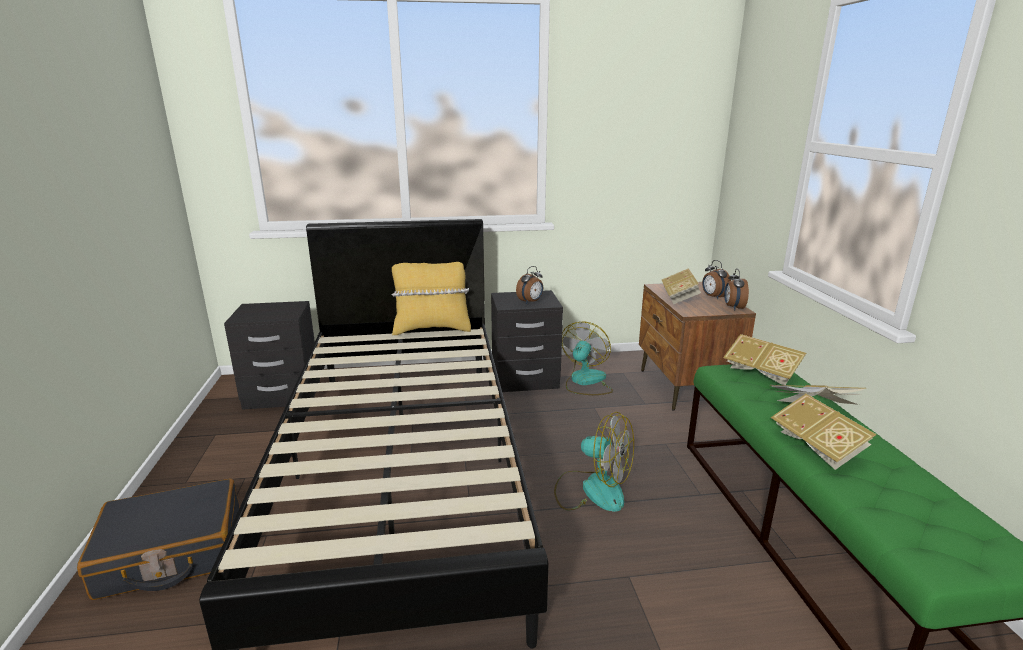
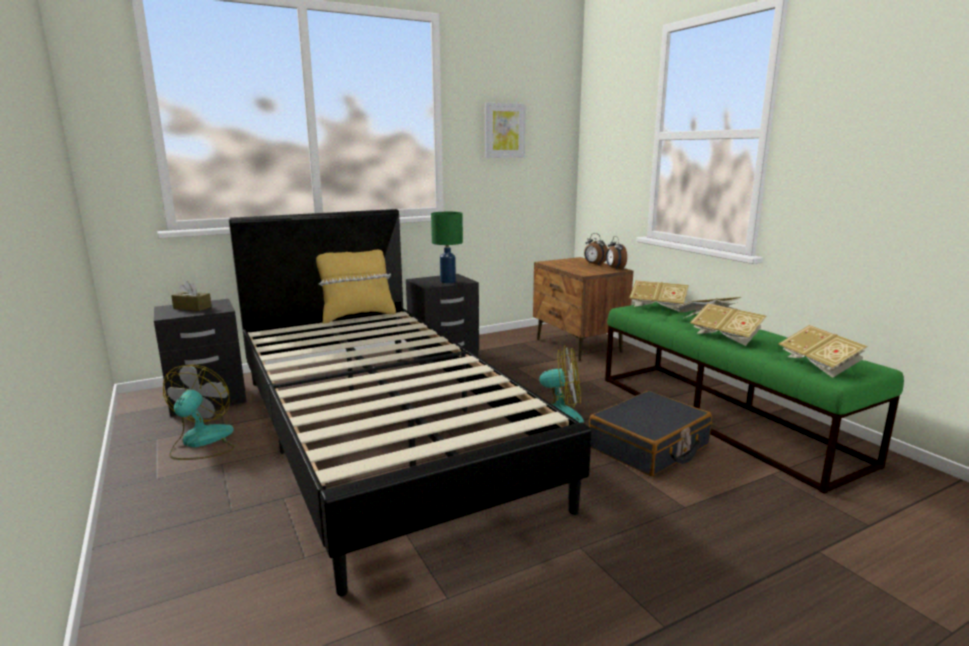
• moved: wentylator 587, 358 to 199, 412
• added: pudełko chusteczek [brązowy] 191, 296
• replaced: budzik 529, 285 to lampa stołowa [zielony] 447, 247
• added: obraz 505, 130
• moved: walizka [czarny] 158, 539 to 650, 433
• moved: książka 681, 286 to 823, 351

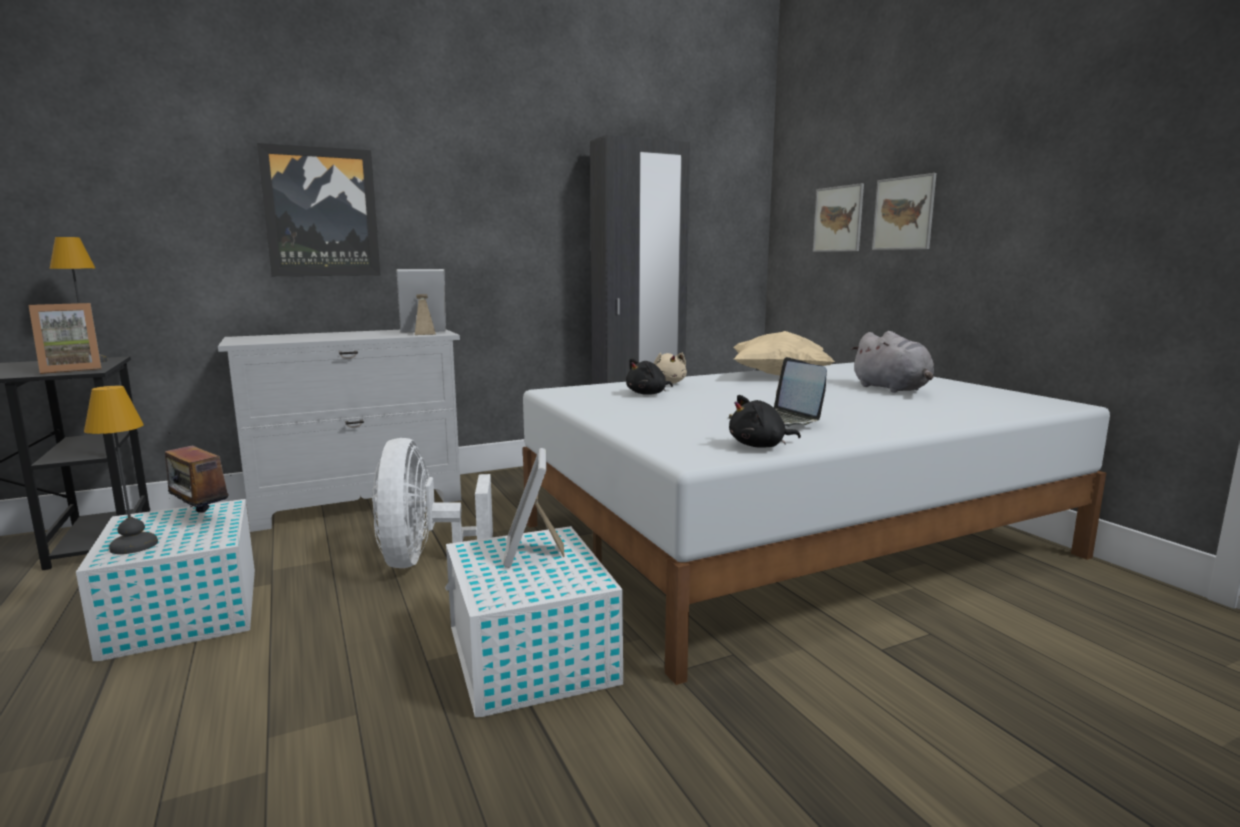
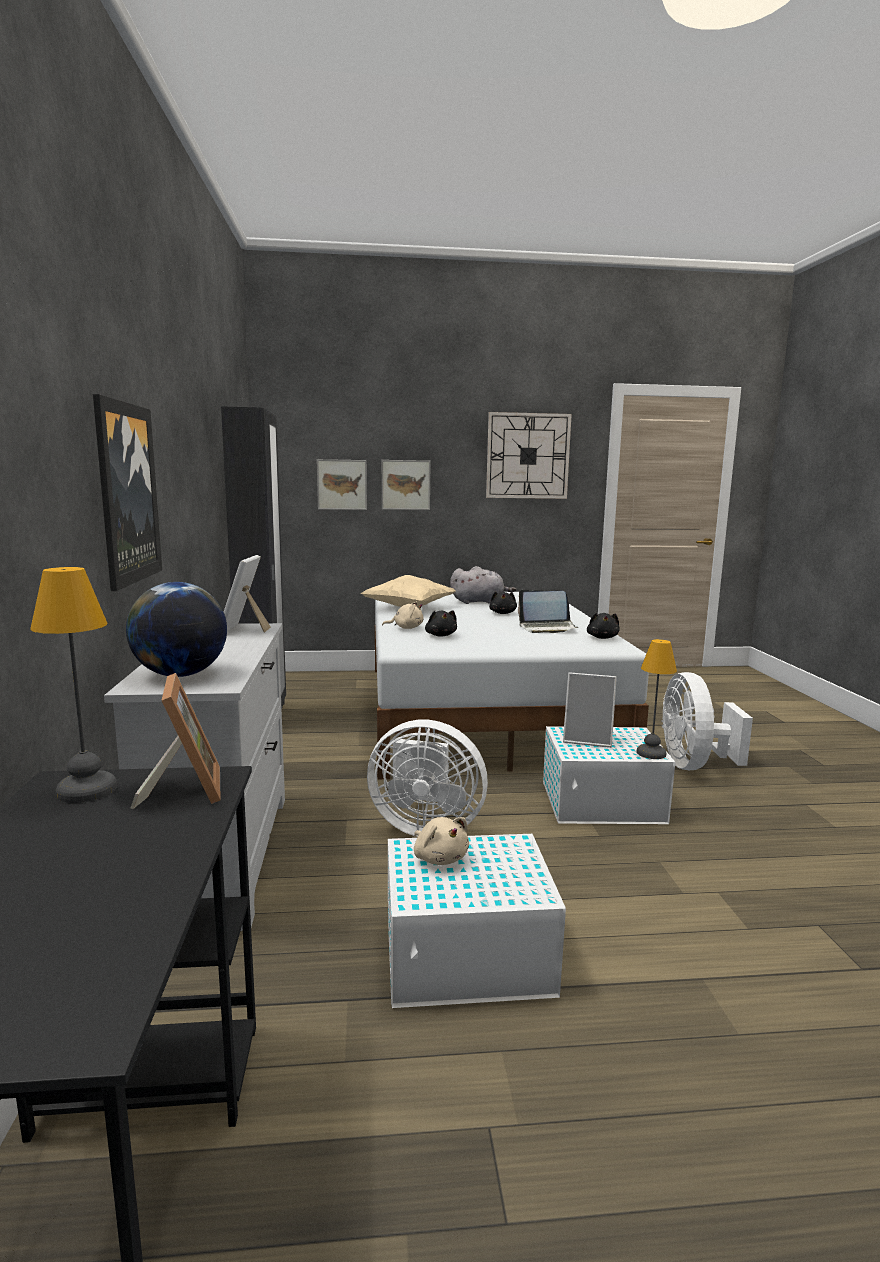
• added: globus 176, 629
• replaced: radio 198, 473 to pluszak [beżowy] 441, 841
• added: zegar ścienny 529, 455
• added: pluszak [czarny] 503, 602
• moved: lampa stołowa 121, 470 to 657, 699
• added: wentylator [biały] 707, 721

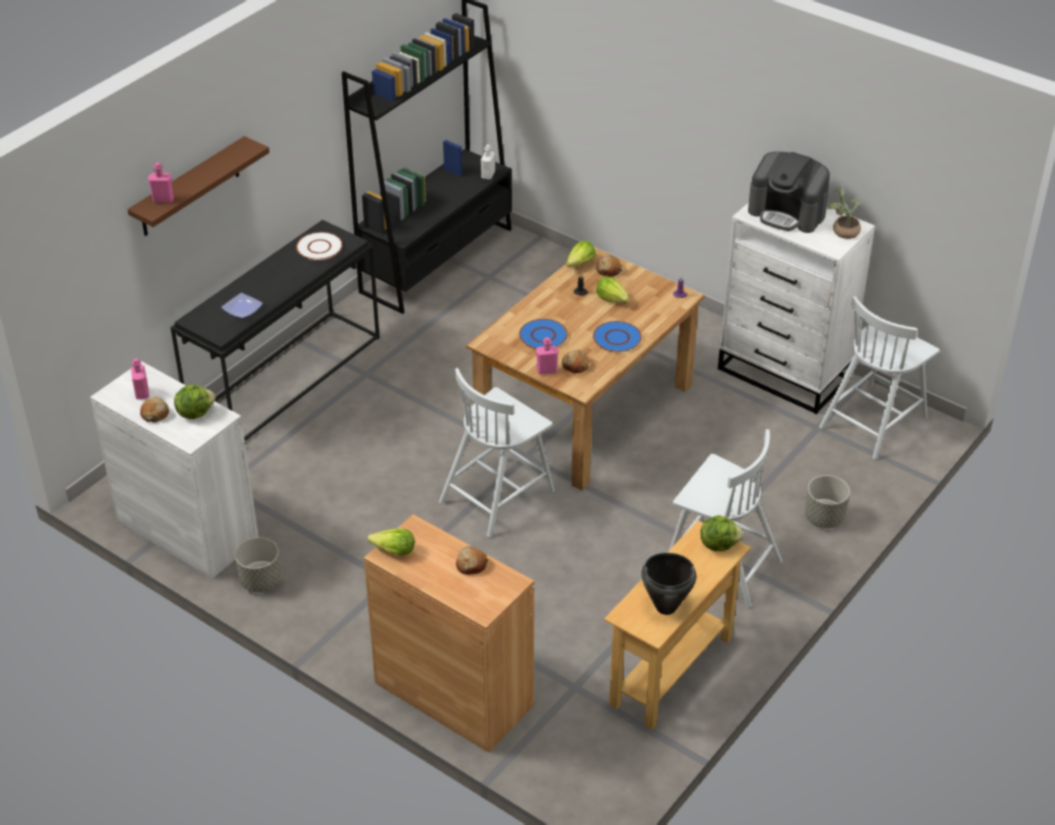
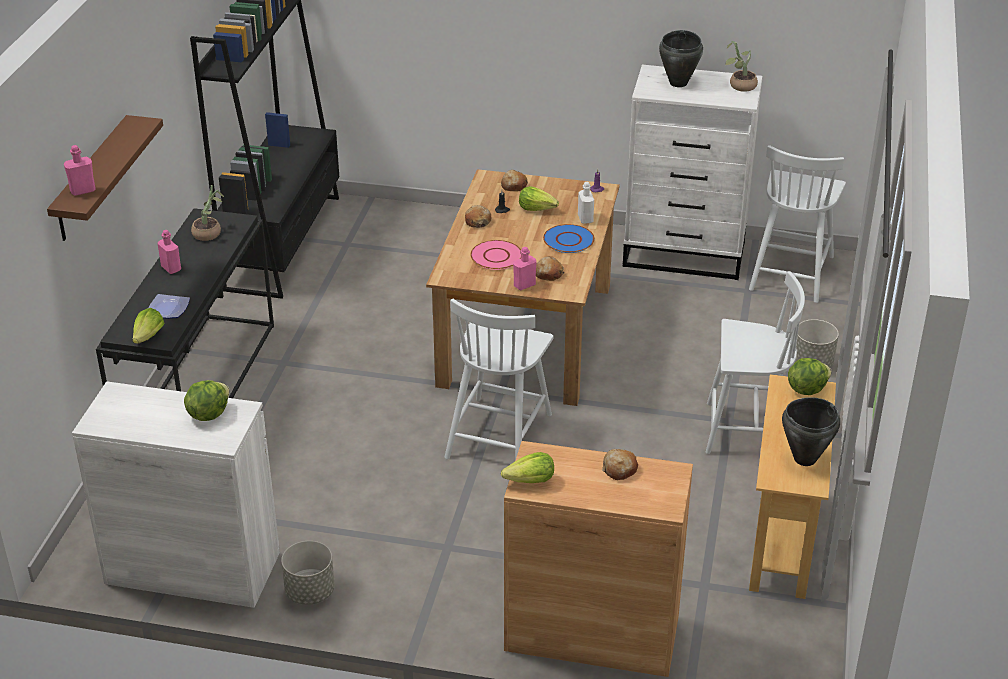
• moved: sałata 581, 254 to 148, 326
• moved: butelka [różowy] 140, 378 to 169, 252
• replaced: talerz [biały] 319, 246 to roślina doniczkowa 207, 213
• moved: chleb 154, 409 to 478, 216
• recoloured: talerz [niebieski] 543, 334 to talerz [różowy] 495, 255
• moved: butelka [biały] 488, 161 to 586, 203
• replaced: ekspres do kawy 789, 192 to garnek [czarny] 681, 58

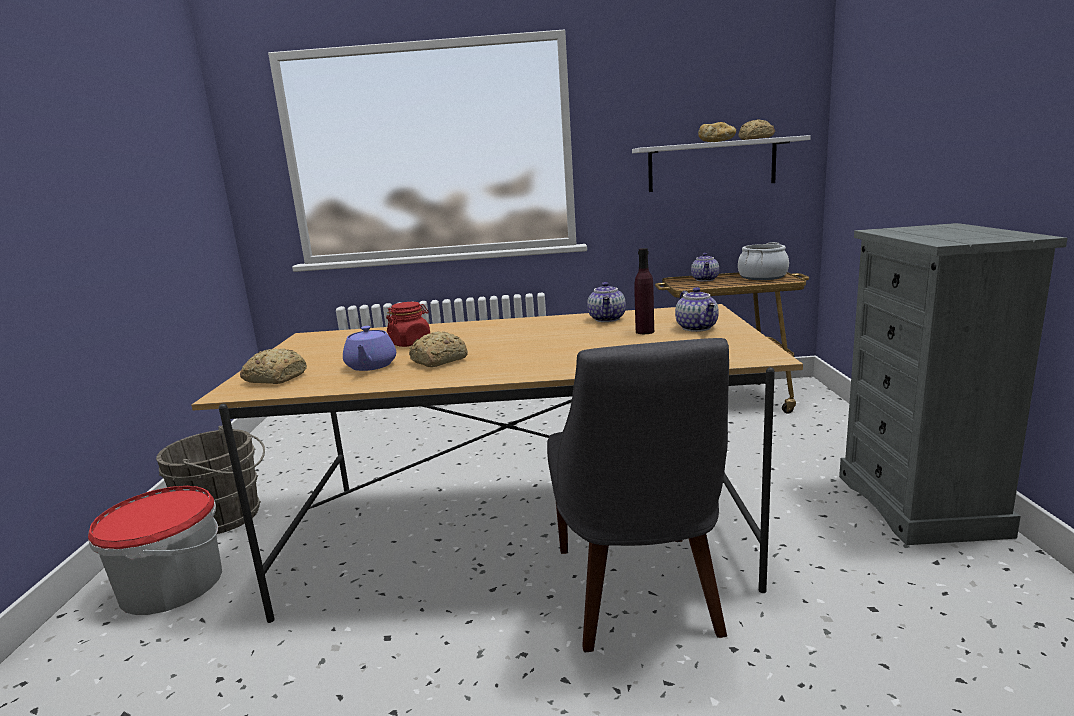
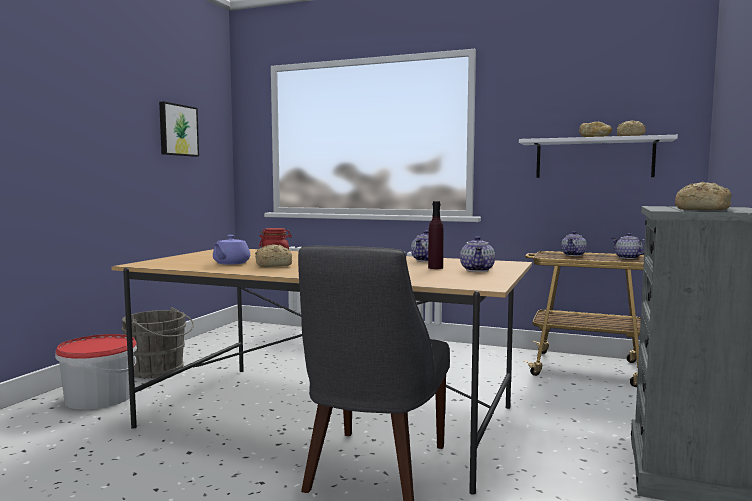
• added: obraz 179, 129
• replaced: garnek 763, 261 to imbryk 628, 246
• moved: chleb 273, 366 to 703, 196

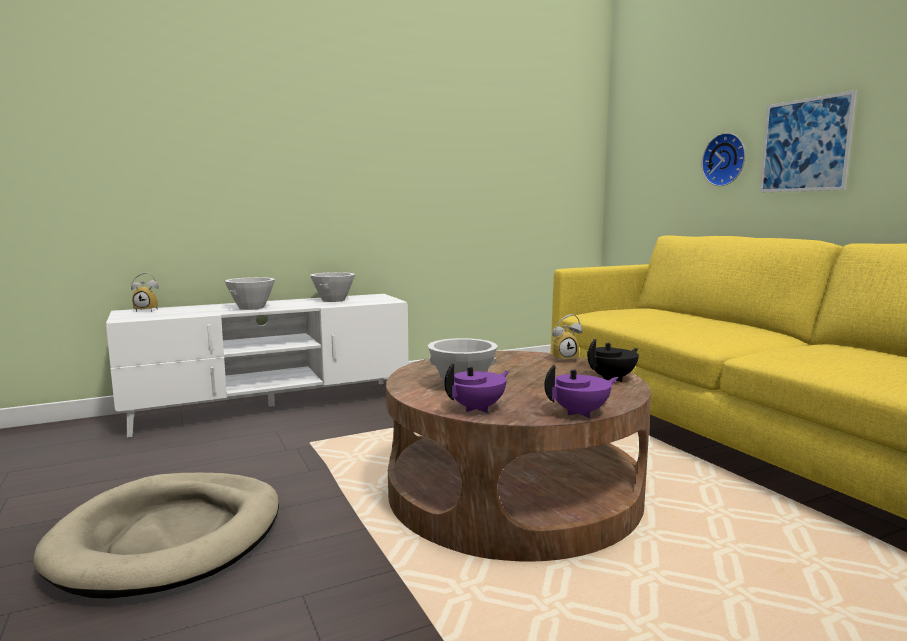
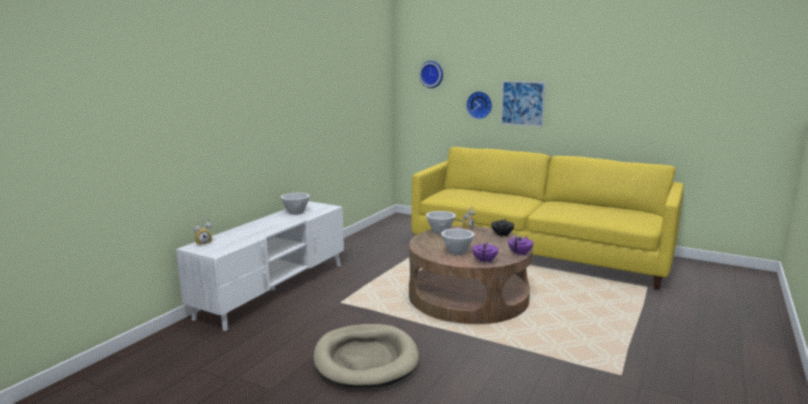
• added: zegar ścienny 431, 74
• moved: miska [biały] 250, 293 to 441, 222

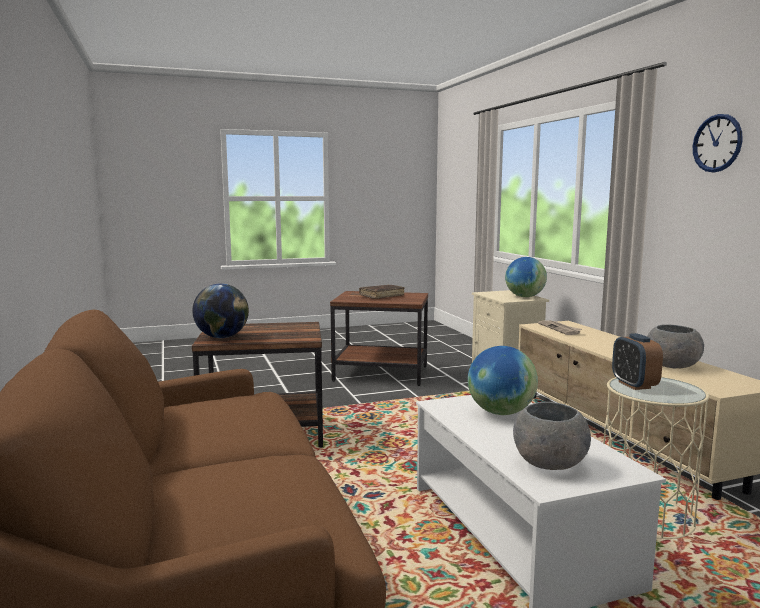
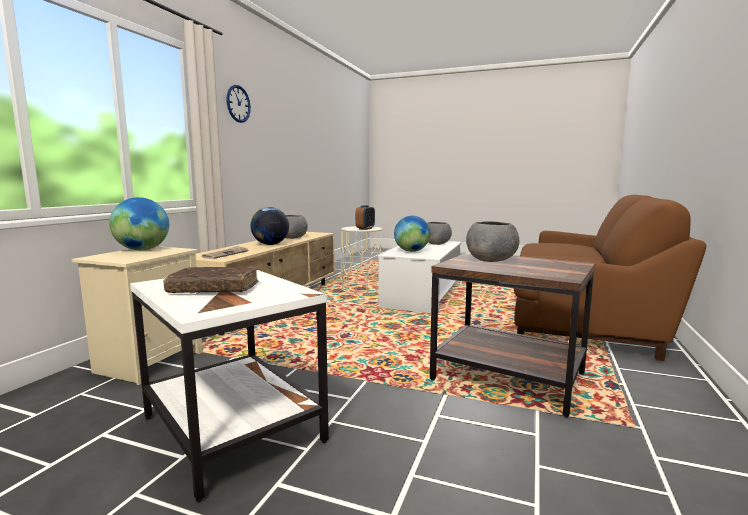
• recoloured: stolik [brązowy] 379, 338 to stolik [biały] 229, 386
• moved: globus 221, 310 to 270, 226
• added: miska [szary] 492, 241

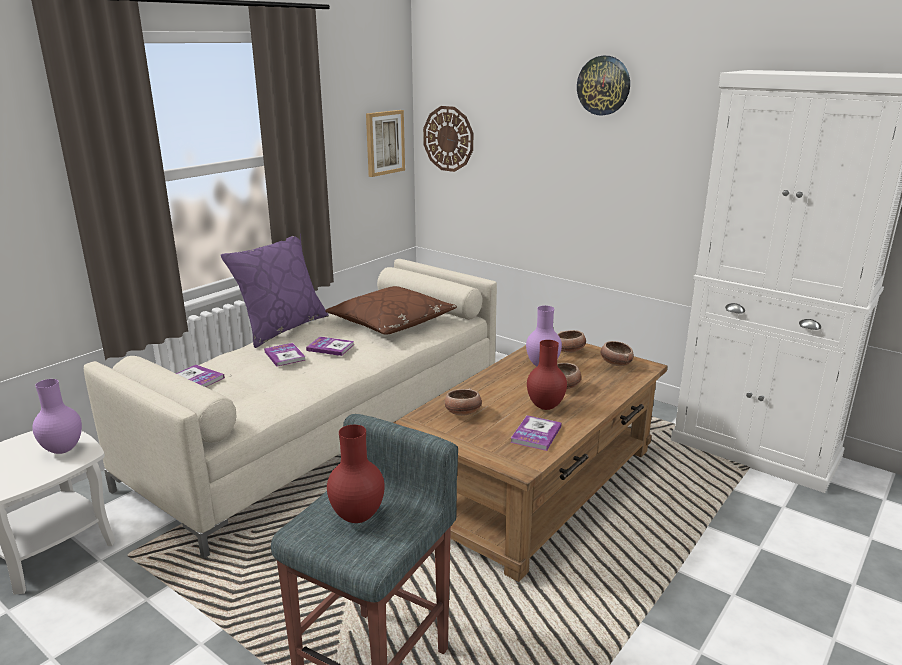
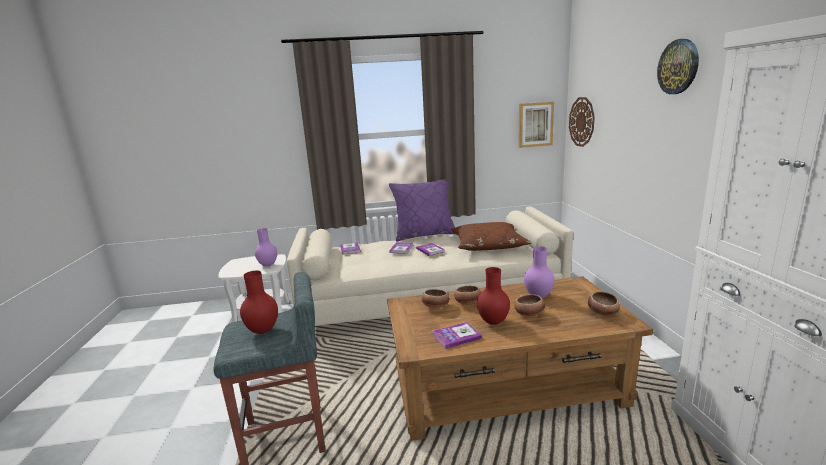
• moved: miska 572, 341 to 467, 295

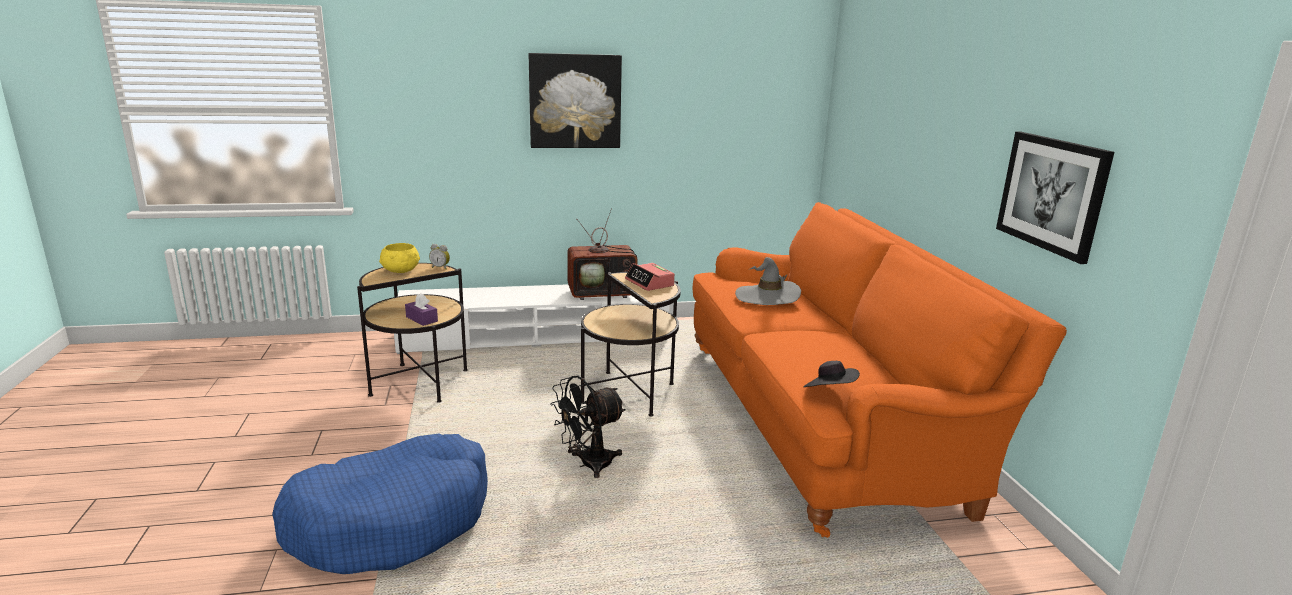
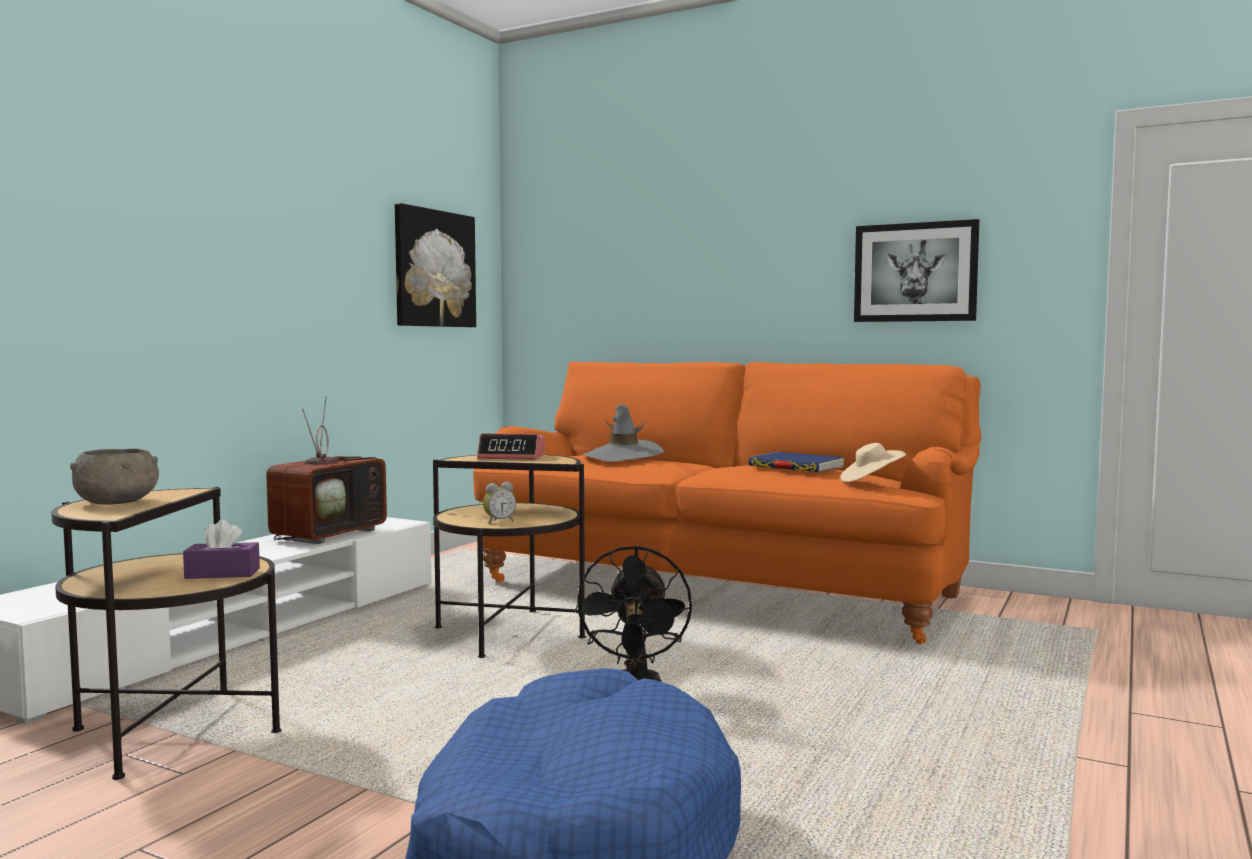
• recoloured: miska [żółty] 399, 258 to miska [szary] 114, 477
• moved: obraz 575, 100 to 435, 265
• moved: budzik 439, 257 to 499, 503
• added: książka [niebieski] 797, 462
• recoloured: kapelusz [czarny] 832, 374 to kapelusz [beżowy] 873, 462

